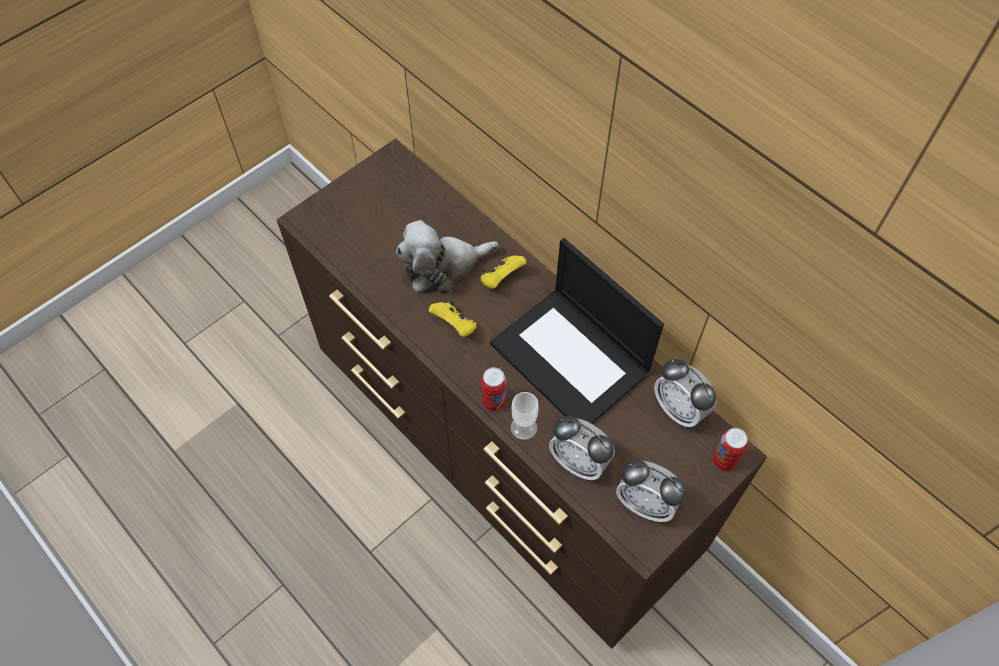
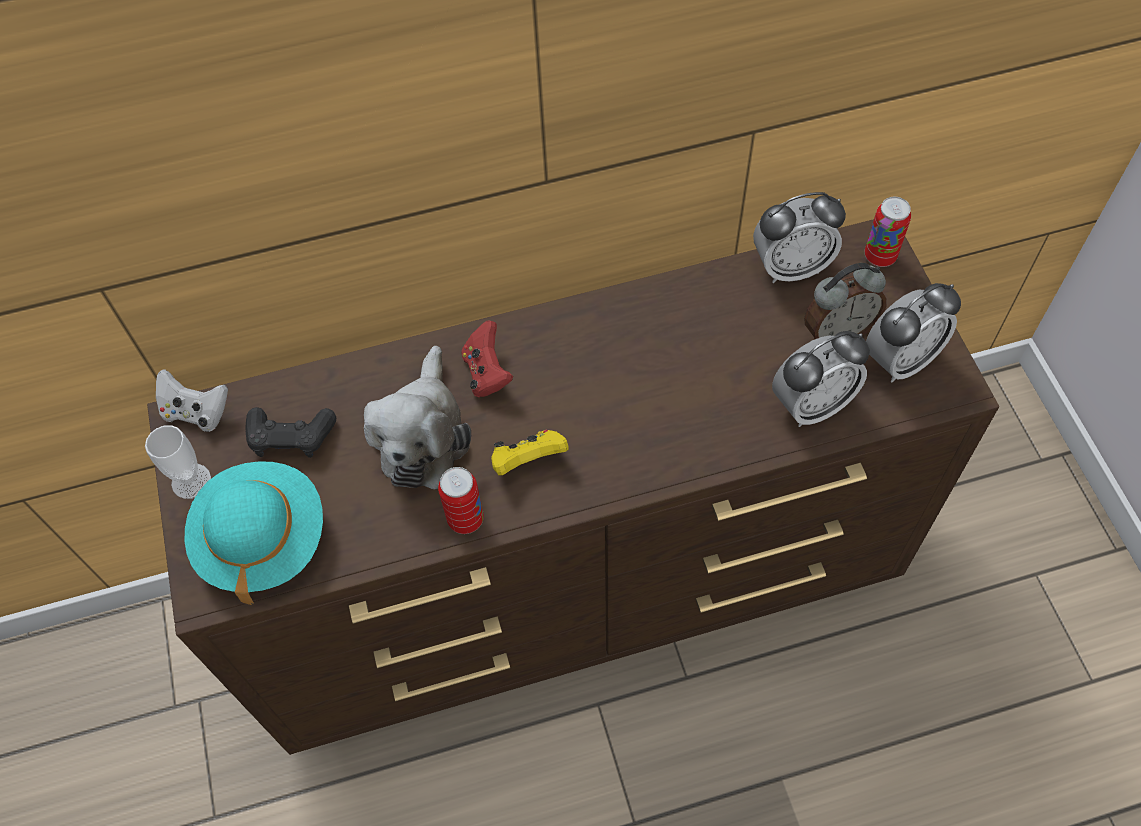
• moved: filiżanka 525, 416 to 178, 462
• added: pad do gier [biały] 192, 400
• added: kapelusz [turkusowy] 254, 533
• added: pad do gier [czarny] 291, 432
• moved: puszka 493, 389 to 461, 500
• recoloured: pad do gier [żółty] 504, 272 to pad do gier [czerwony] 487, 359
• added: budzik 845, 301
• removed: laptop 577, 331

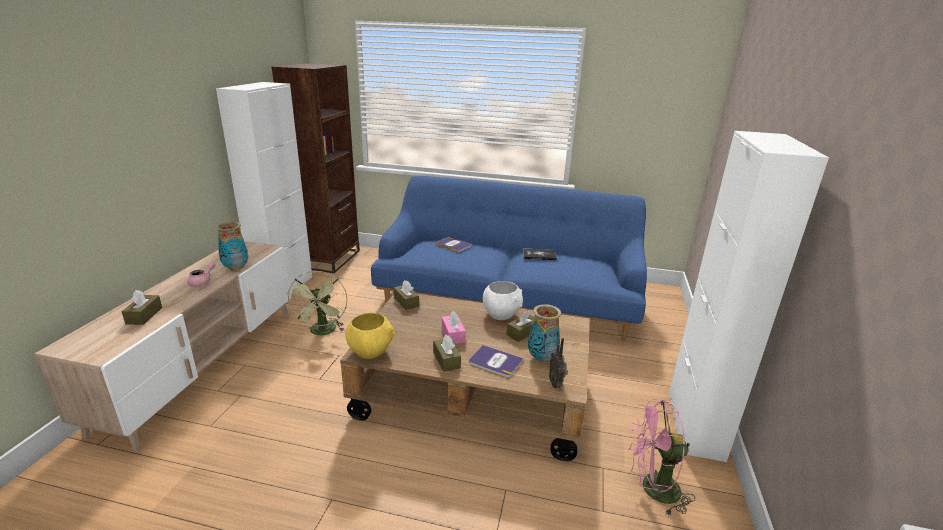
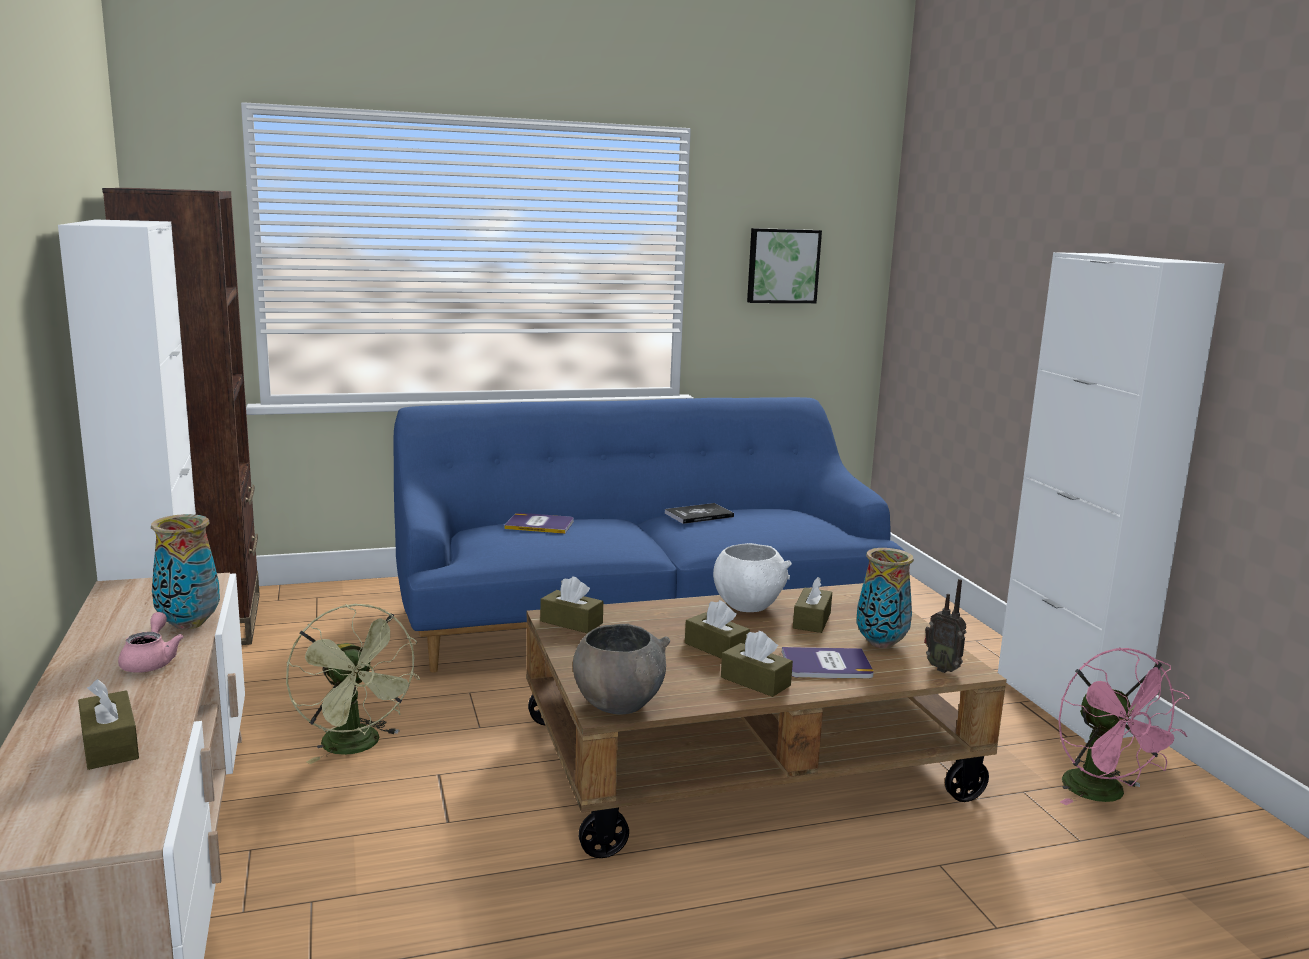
• recoloured: miska [żółty] 370, 335 to miska [szary] 621, 669
• recoloured: pudełko chusteczek [różowy] 454, 327 to pudełko chusteczek [brązowy] 717, 629
• added: obraz 784, 265
• turned: wentylator [różowy] 661, 458 = 1124, 726 75 degrees counterclockwise

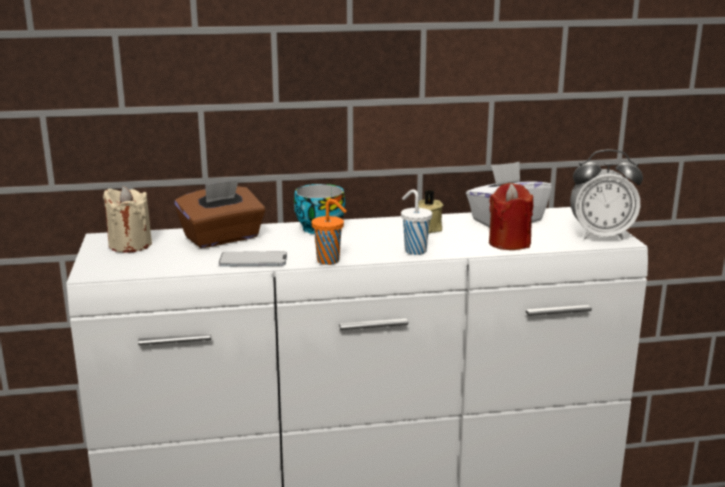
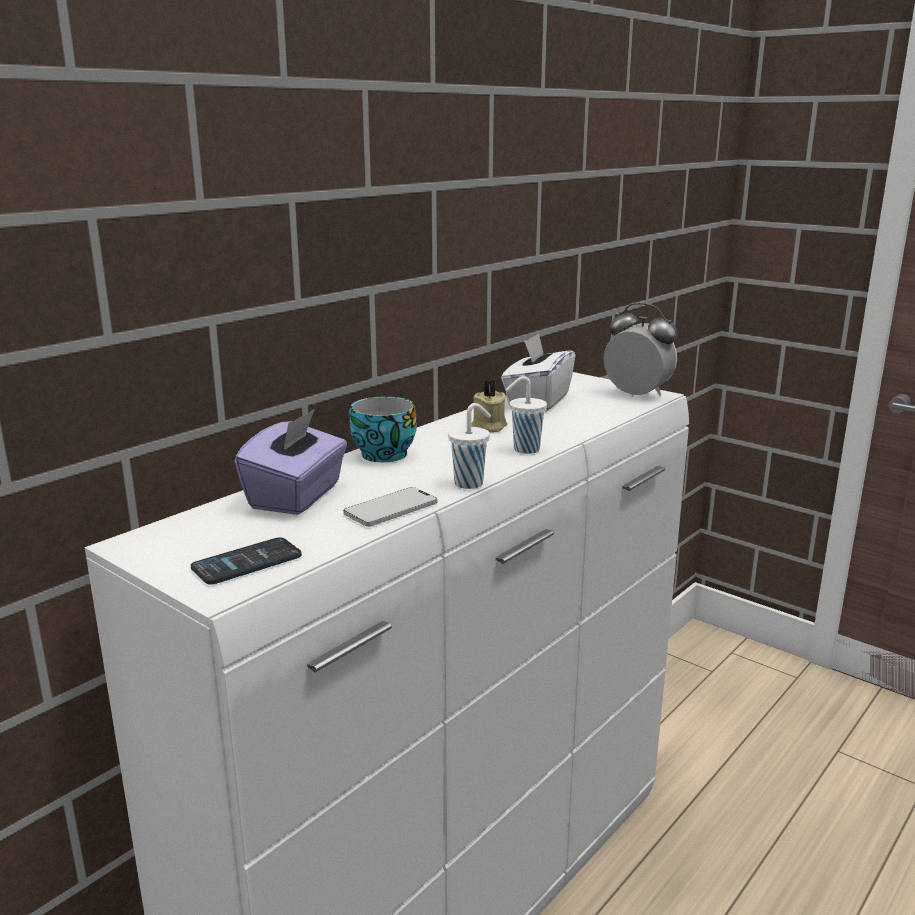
• added: telefon 246, 561
• recoloured: pudełko chusteczek [brązowy] 220, 214 to pudełko chusteczek [fioletowy] 290, 462
• recoloured: filiżanka [pomarańczowy] 329, 232 to filiżanka [biały] 469, 446
• turned: budzik 606, 194 = 640, 349 105 degrees counterclockwise
• removed: świeca [beżowy] 127, 219
• removed: świeca [czerwony] 511, 216

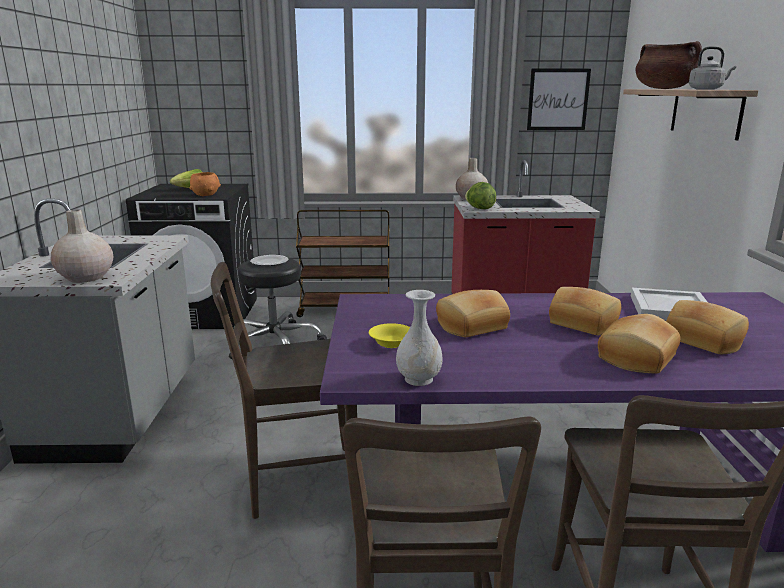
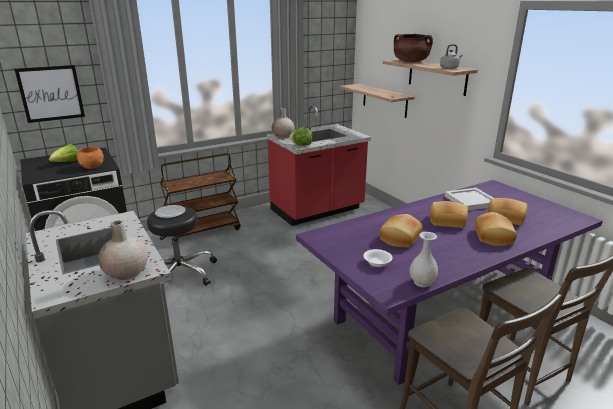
• moved: obraz 559, 99 to 50, 94
• added: półka 376, 101
• recoloured: miska [żółty] 389, 335 to miska [biały] 378, 258
• removed: krzesło [brązowy] 284, 390

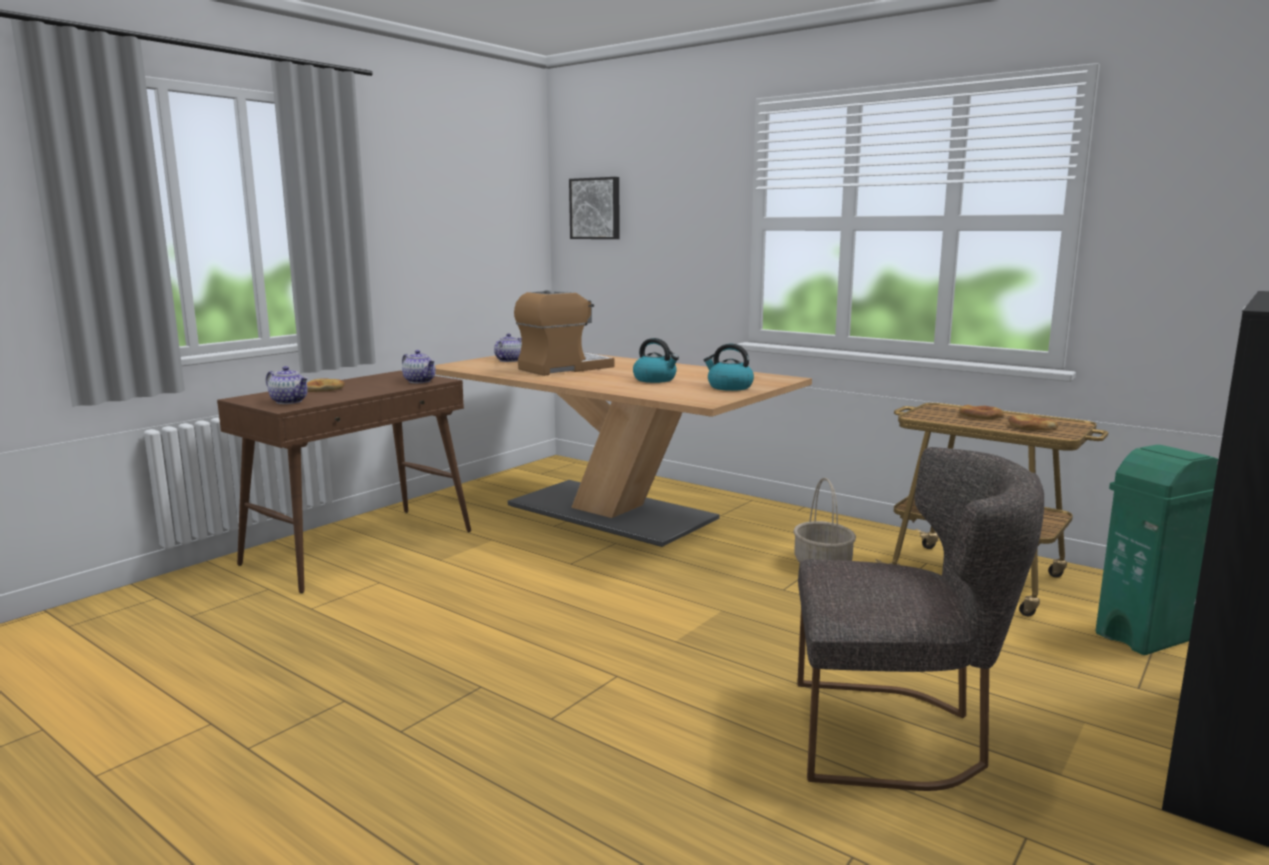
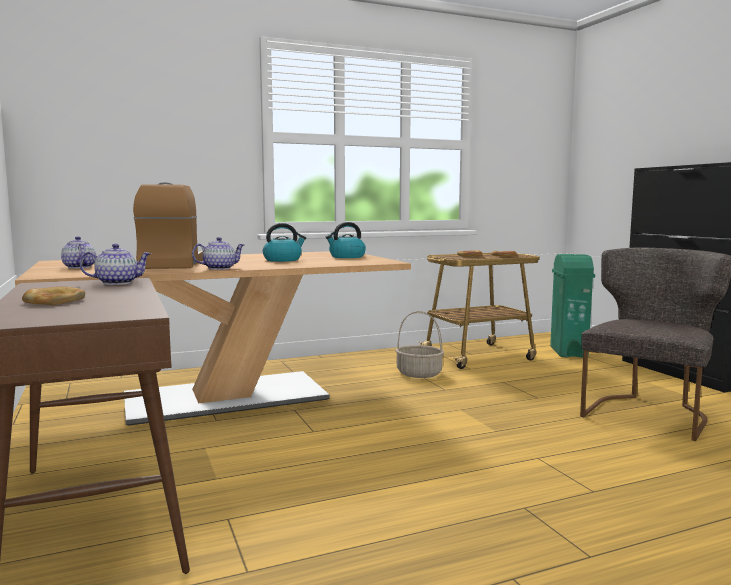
• moved: imbryk 287, 385 to 218, 253
• removed: obraz 594, 208

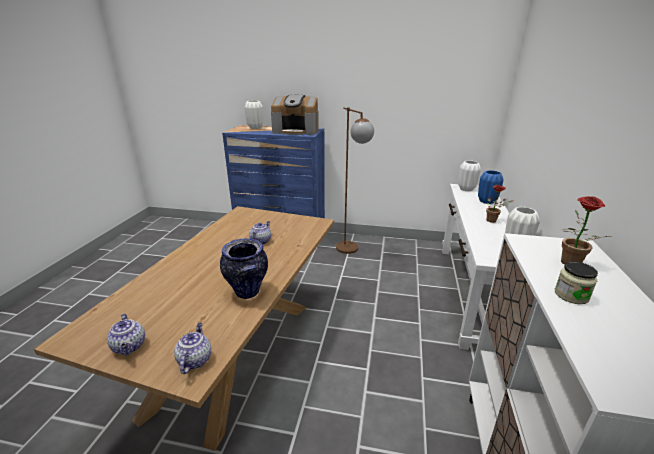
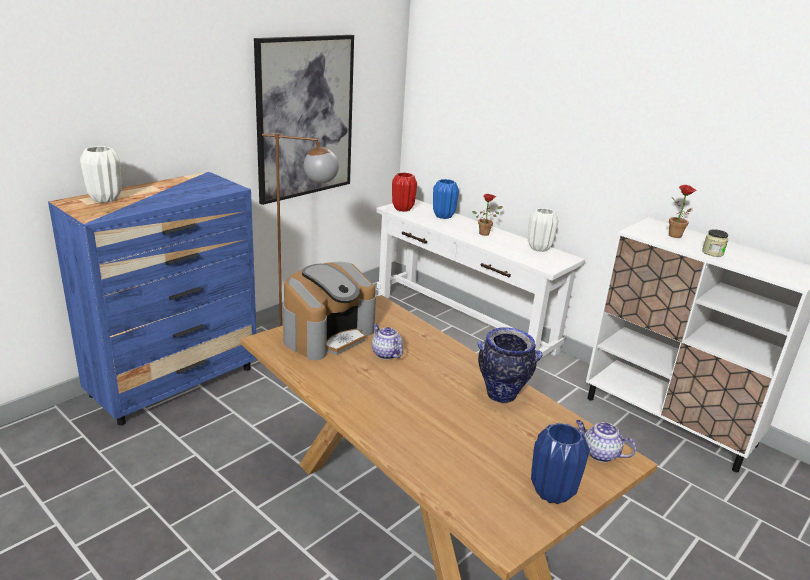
• added: obraz 304, 120
• moved: ekspres do kawy 295, 115 to 329, 311
• recoloured: wazon [biały] 469, 175 to wazon [czerwony] 404, 192
• replaced: imbryk 126, 335 to wazon [niebieski] 560, 463

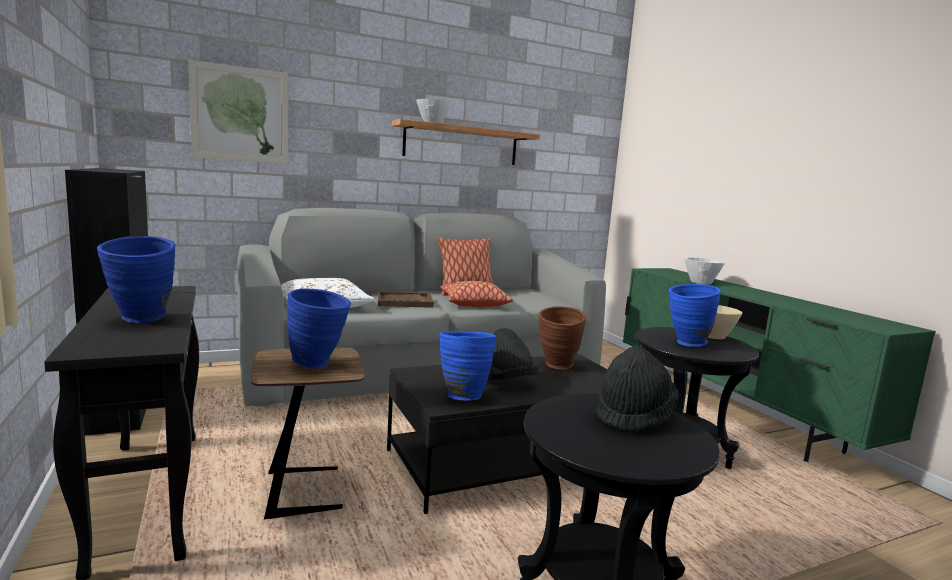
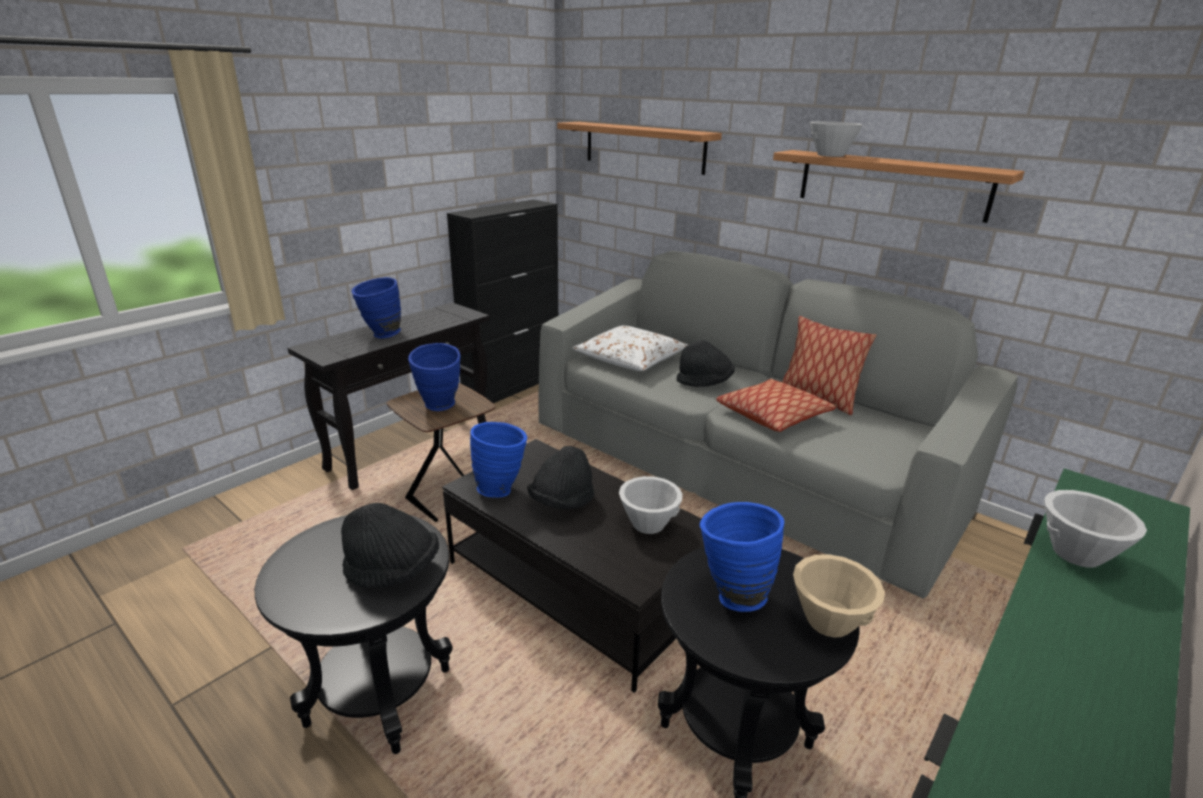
• replaced: obraz 238, 112 to półka 639, 148
• replaced: wazon [brązowy] 562, 337 to miska [biały] 651, 505
• replaced: taca [brązowy] 406, 300 to kapelusz [czarny] 706, 363

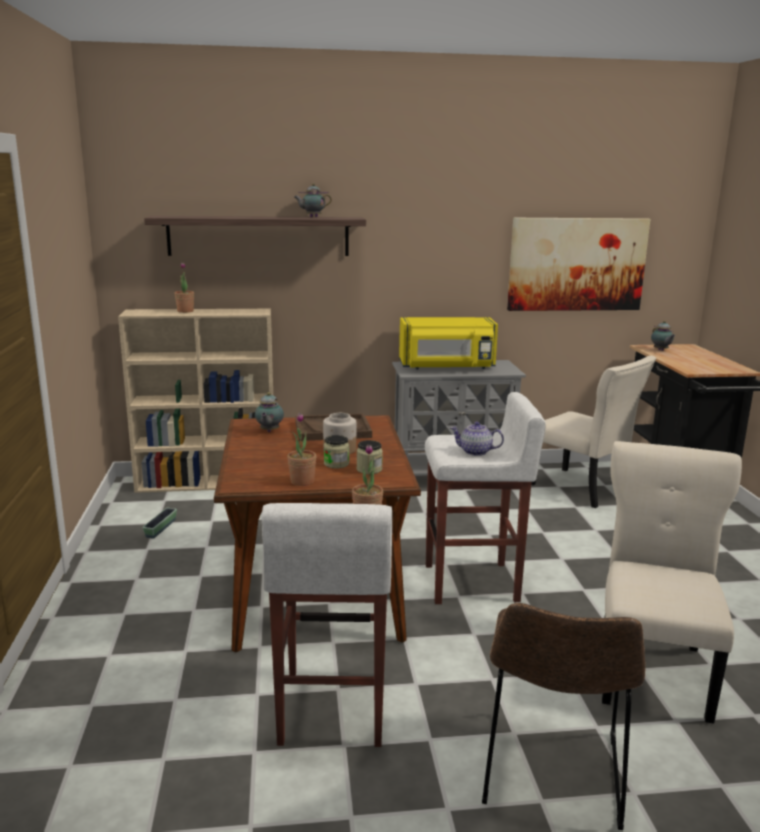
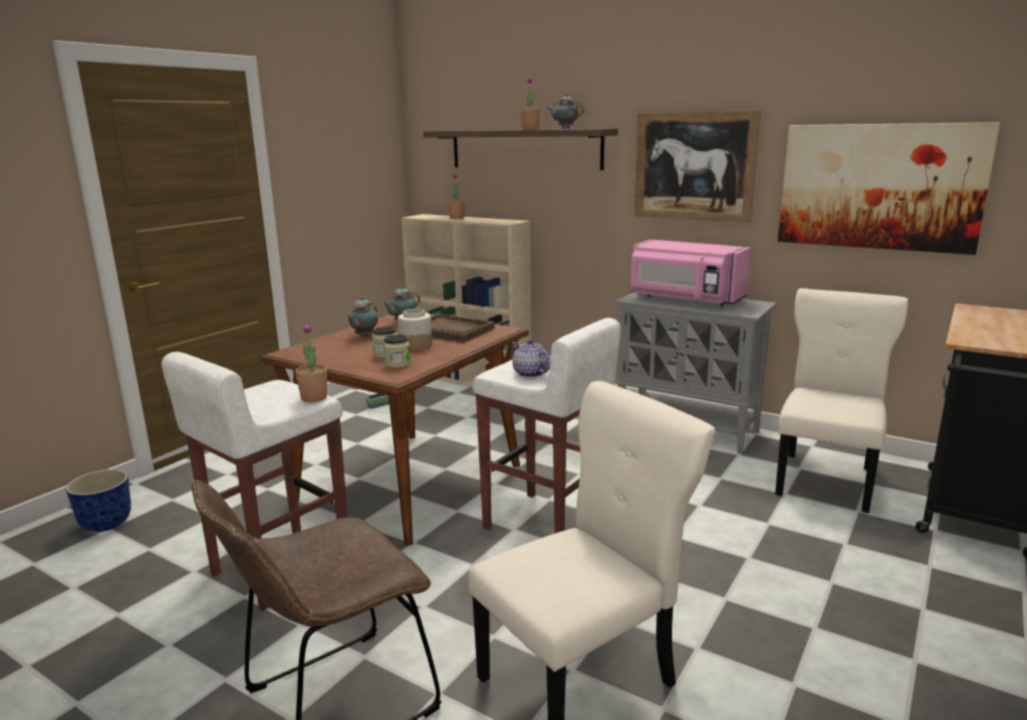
• added: donica 98, 500
• moved: imbryk 663, 336 to 362, 316
• moved: roślina doniczkowa 301, 449 to 530, 103
• recoloured: mikrofalówka [żółty] 448, 343 to mikrofalówka [różowy] 691, 272
• added: obraz 697, 166
• turned: krzesło [beżowy] 593, 432 = 841, 400 150 degrees counterclockwise

